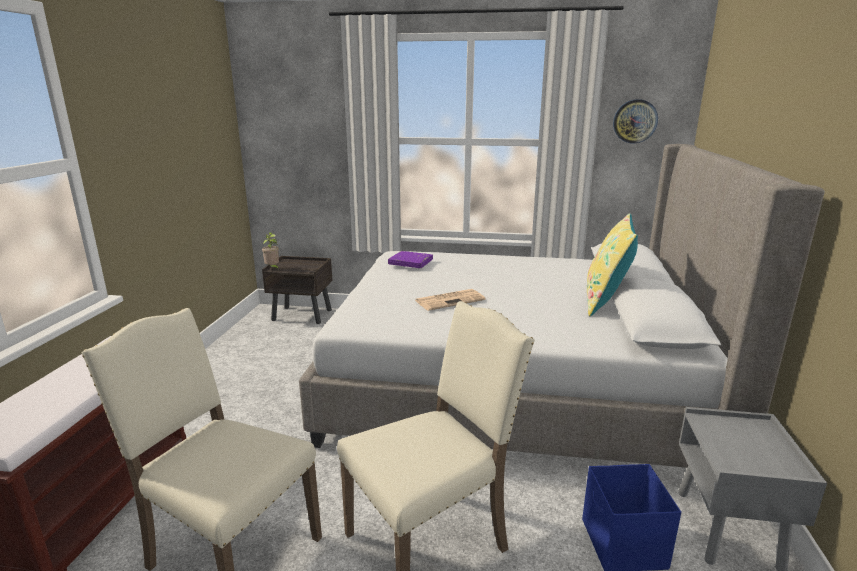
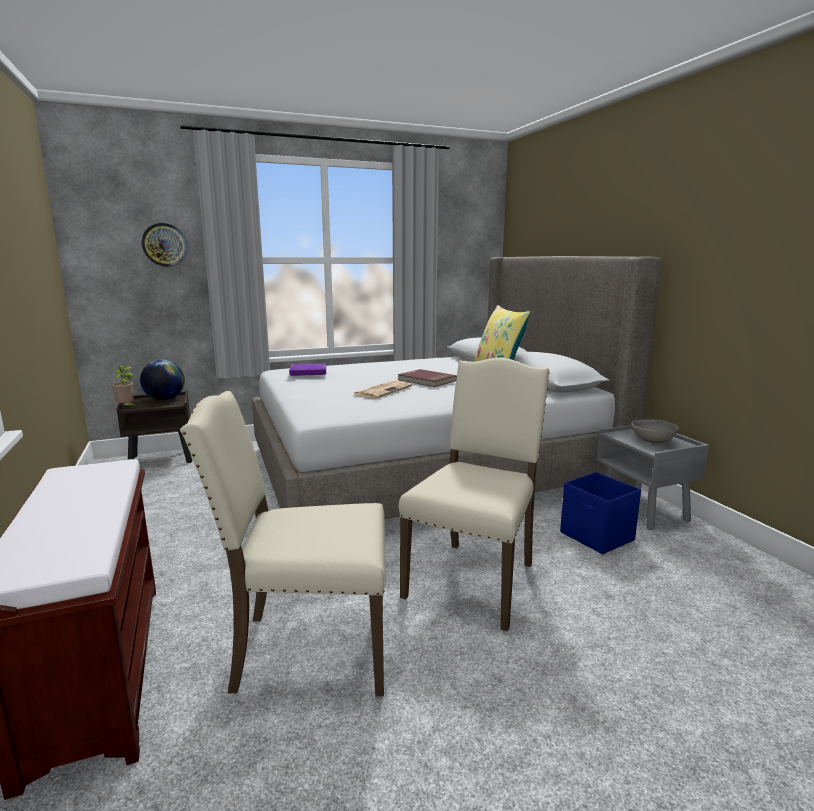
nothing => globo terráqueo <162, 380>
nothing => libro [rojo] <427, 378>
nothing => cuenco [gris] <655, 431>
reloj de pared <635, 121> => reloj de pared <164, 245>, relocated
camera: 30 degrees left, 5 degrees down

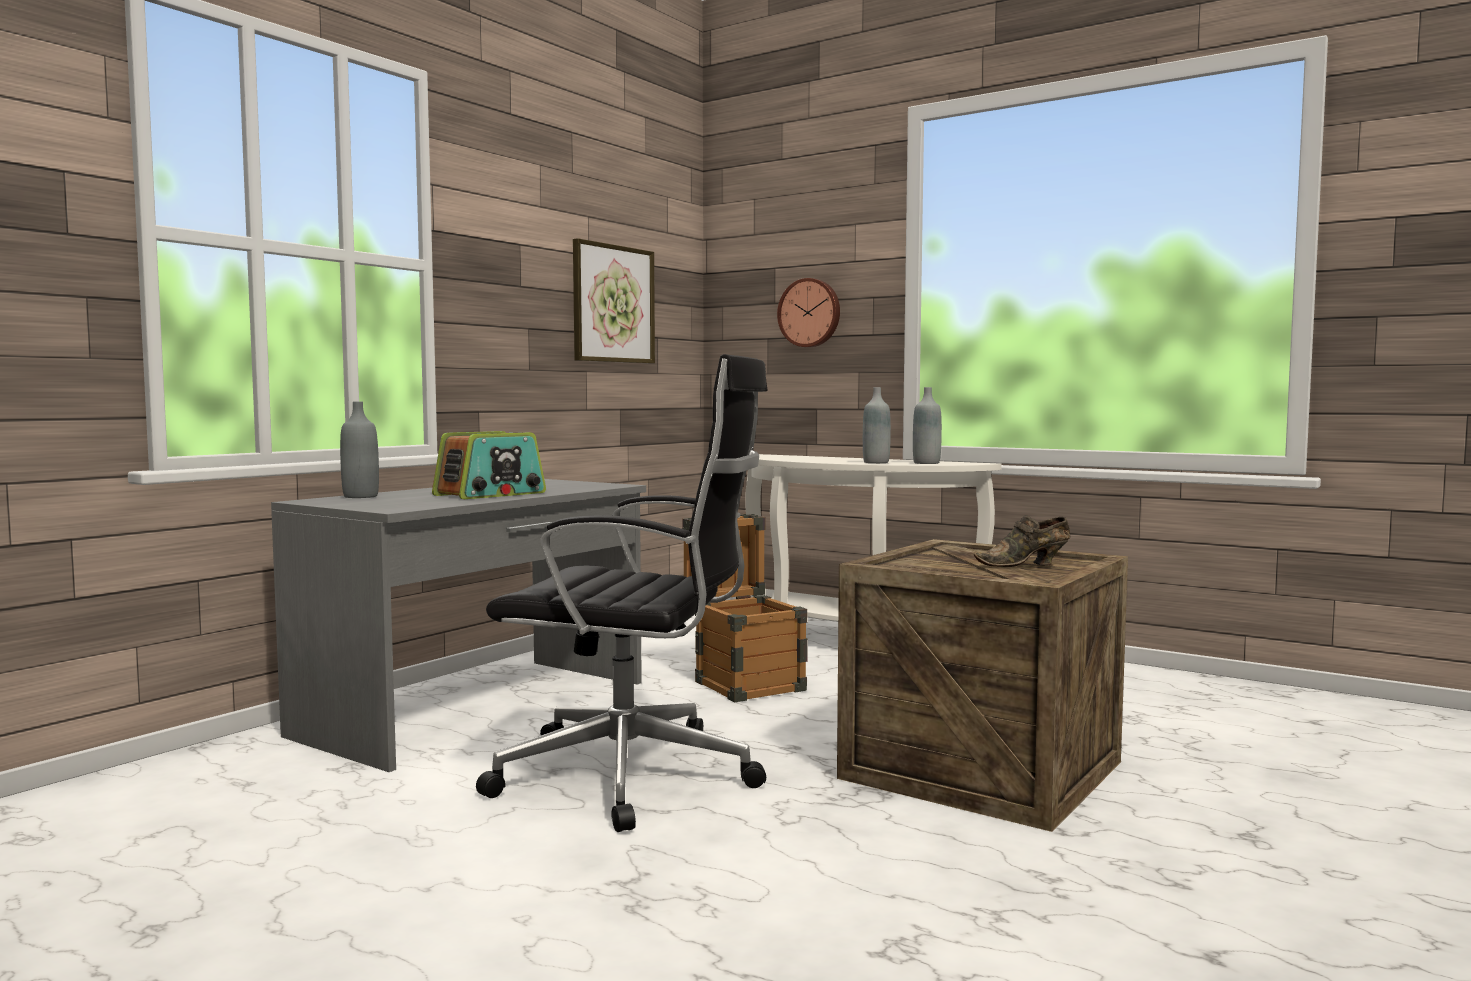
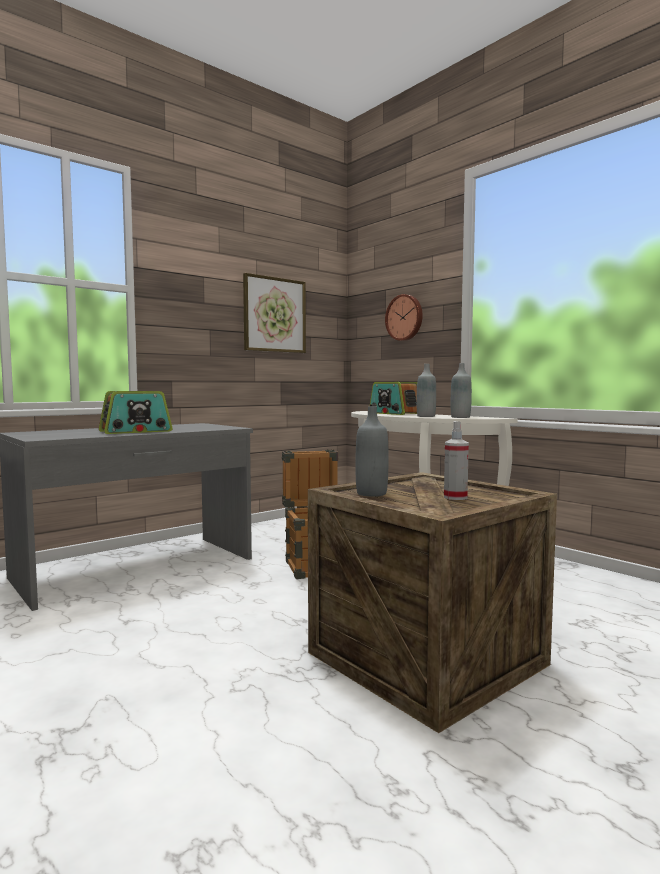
silla de oficina [negro] <621, 593> => nothing
nothing => radio <393, 398>
botella [gris] <359, 449> => botella [gris] <371, 451>, relocated
zapato [marrón] <1022, 541> => pulverizador <456, 460>
camera: 15 degrees right, 0 degrees up

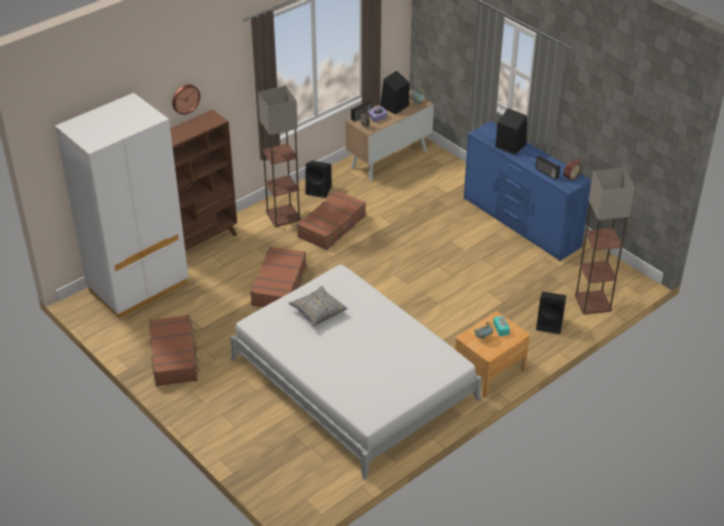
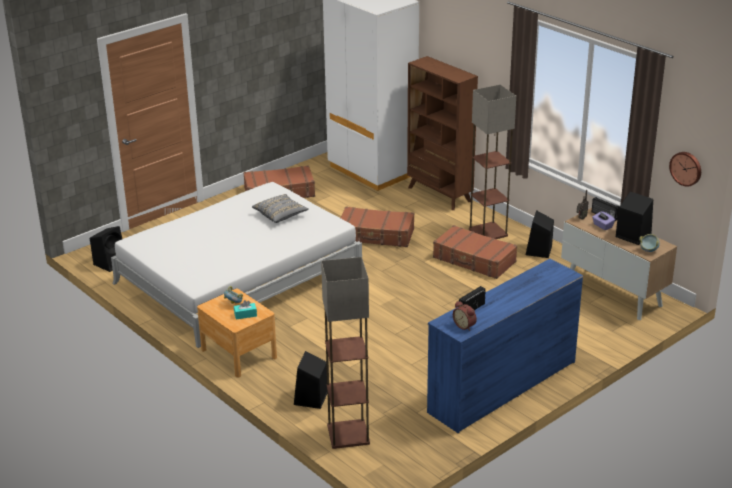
reloj de pared <186, 99> => reloj de pared <685, 169>, relocated
altavoz [negro] <511, 131> => altavoz [negro] <106, 249>, relocated
camera: 90 degrees right, 10 degrees down

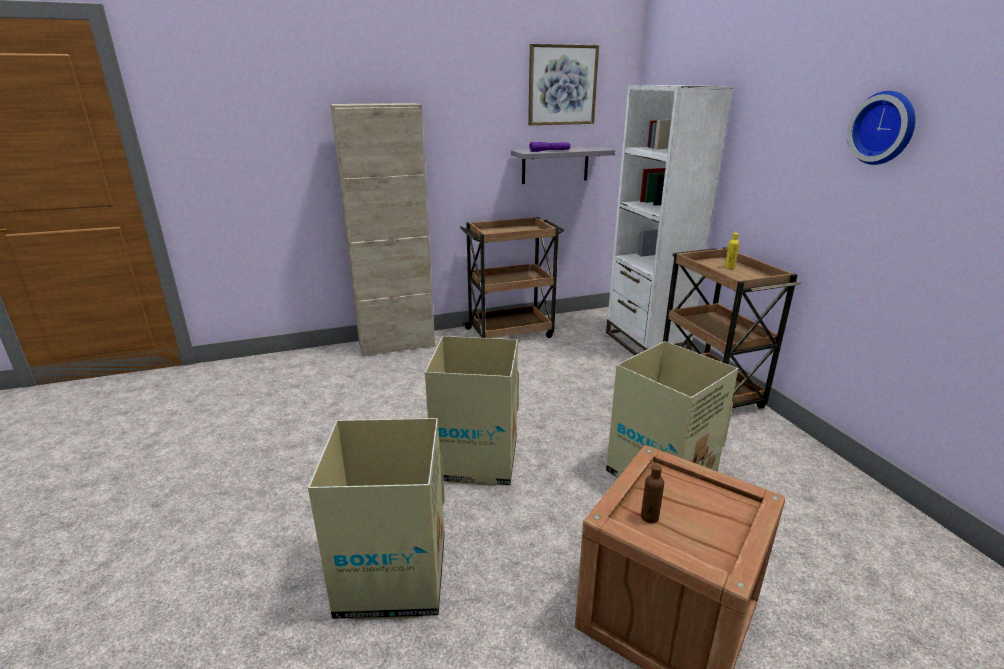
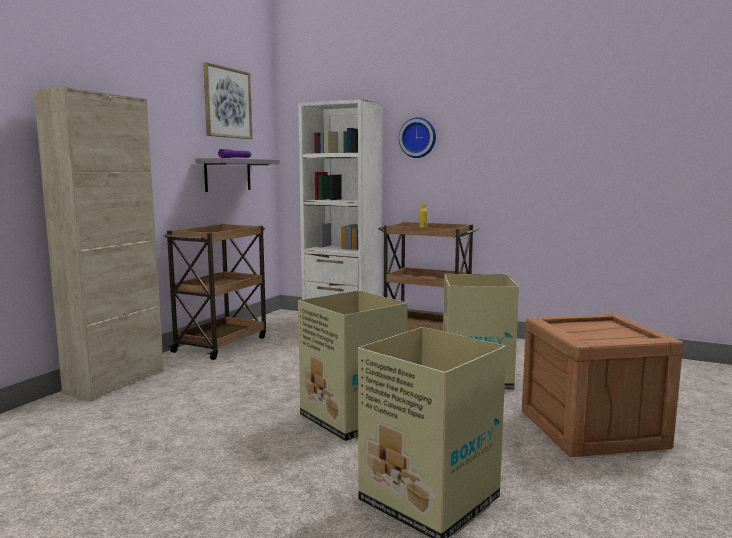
botella [marrón] <652, 494> => nothing
reloj de pared <881, 128> => reloj de pared <417, 137>, relocated
camera: 45 degrees left, 15 degrees down

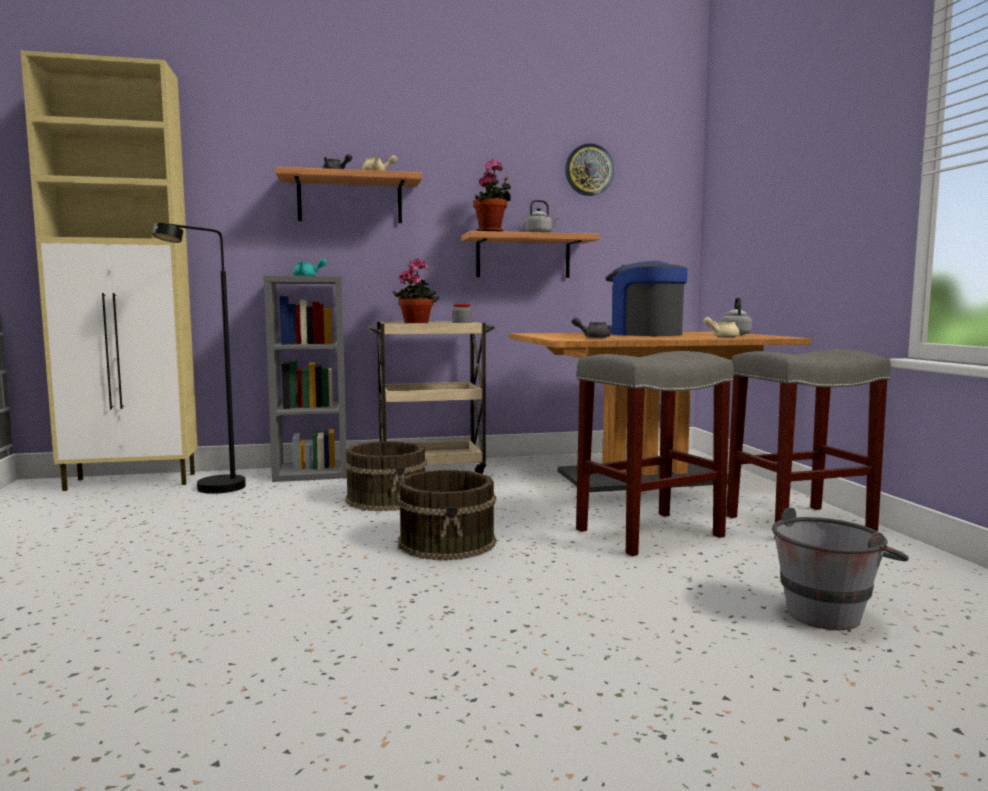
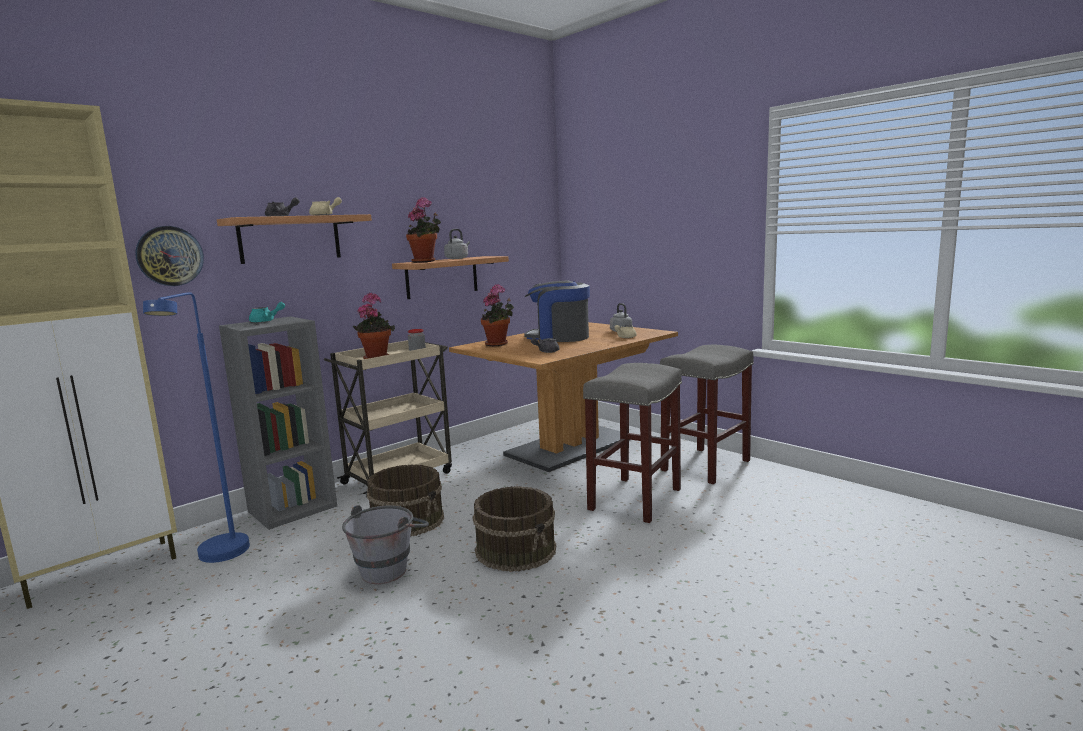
nothing => planta en maceta <497, 315>
reloj de pared <589, 169> => reloj de pared <169, 256>, relocated
cubo [gris] <840, 569> => cubo [gris] <385, 544>, relocated
lámpara de pie [negro] <199, 358> => lámpara de pie [azul] <196, 427>
camera: 30 degrees left, 5 degrees up

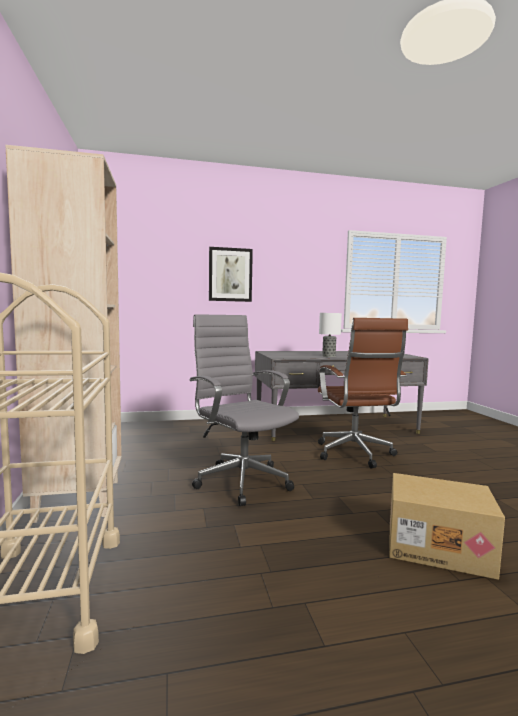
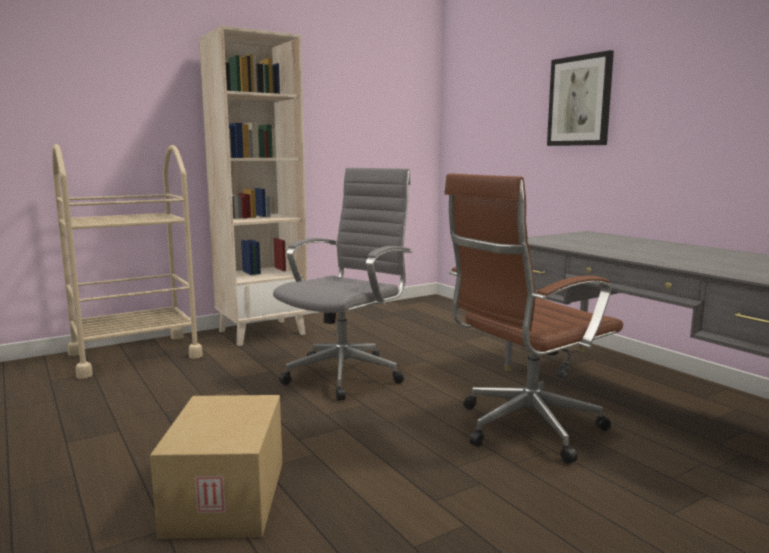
lámpara de mesa <330, 335> => nothing
camera: 70 degrees right, 5 degrees up

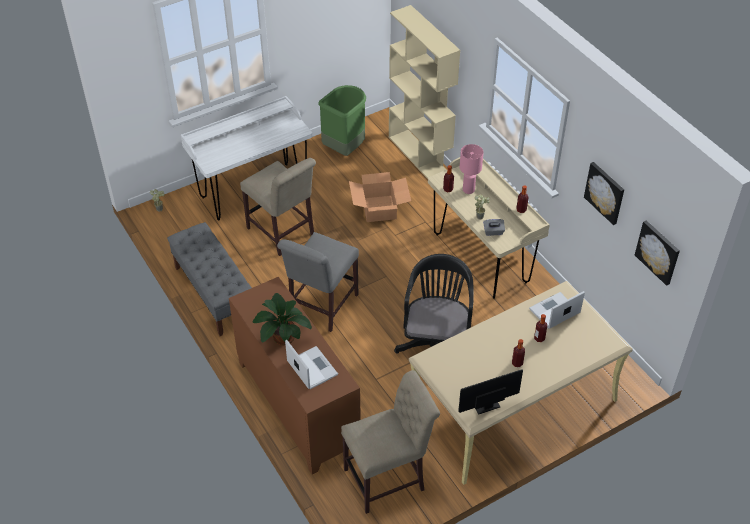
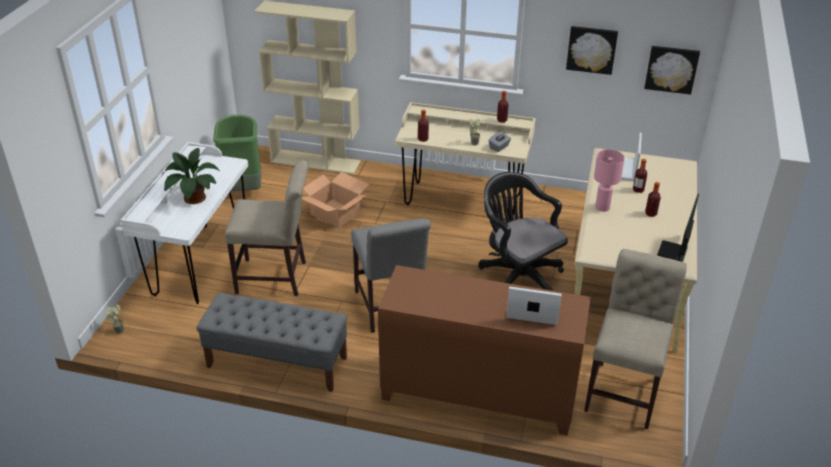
planta en maceta <282, 319> => planta en maceta <191, 176>, relocated
lámpara de mesa [rosa] <472, 169> => lámpara de mesa [rosa] <609, 180>, relocated
camera: 45 degrees left, 10 degrees down

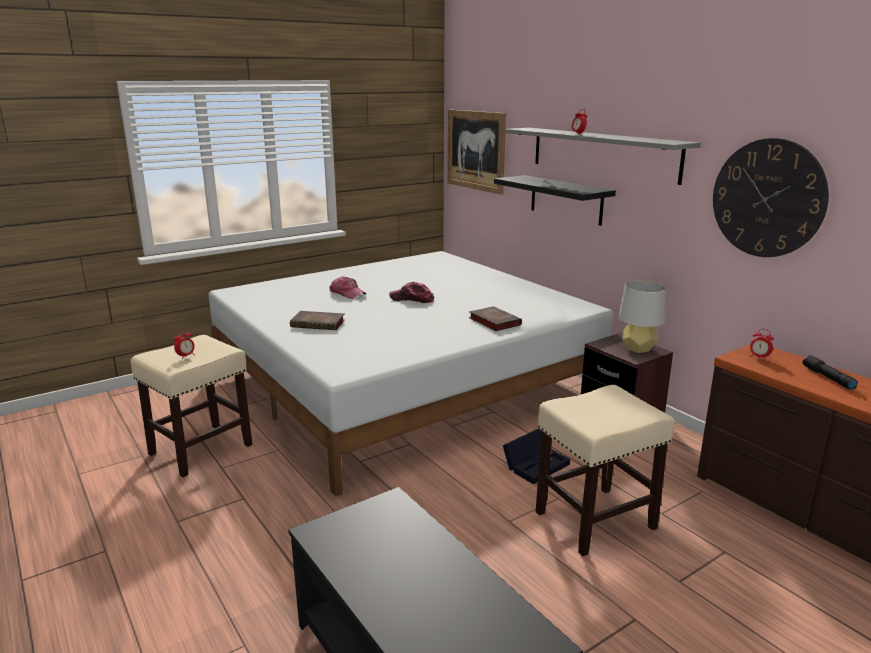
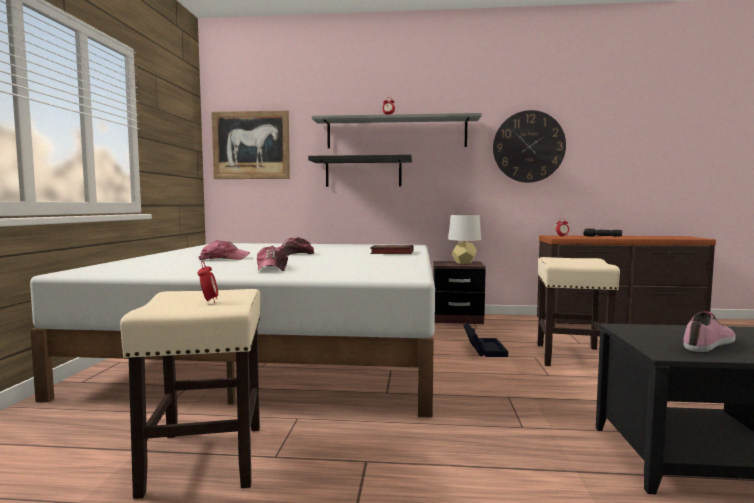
nothing => zapato <709, 331>
libro <317, 320> => gorra <272, 258>
camera: 50 degrees left, 15 degrees down

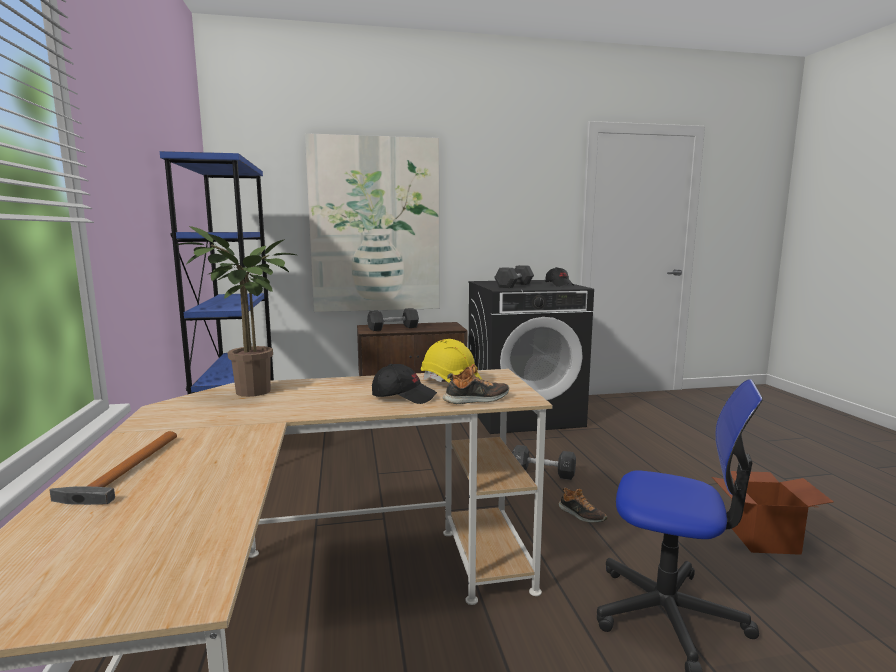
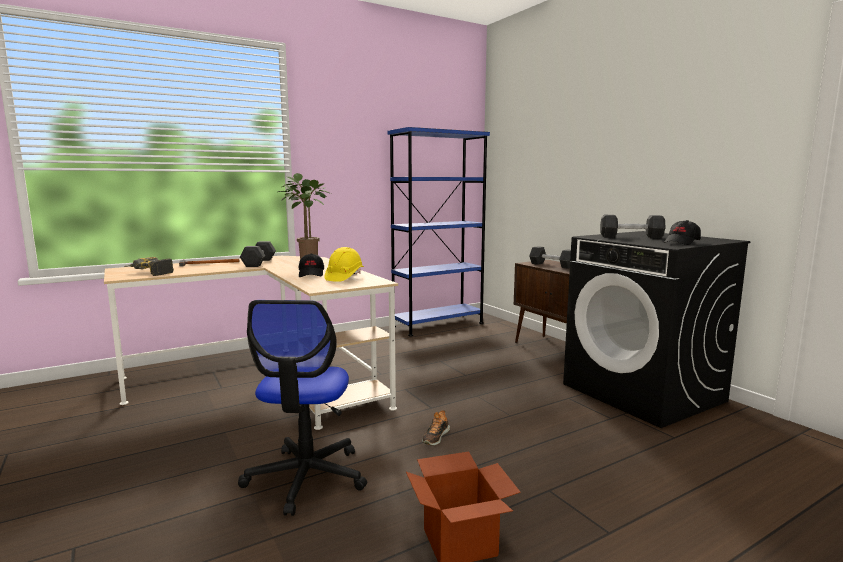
cuadro <372, 222> => nothing
zapato <476, 384> => nothing
nothing => taladro <149, 266>
mancuerna [negro] <544, 462> => mancuerna [negro] <258, 254>, relocated
camera: 70 degrees right, 0 degrees up

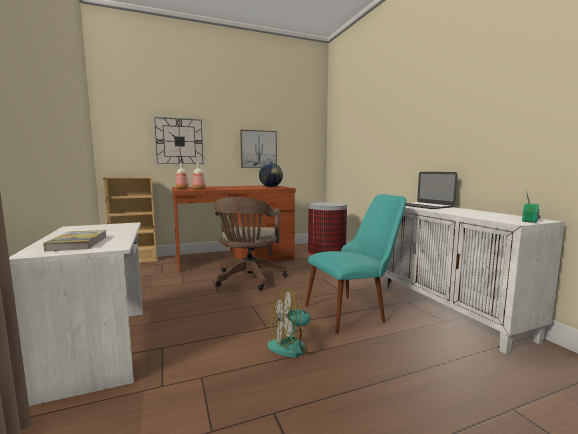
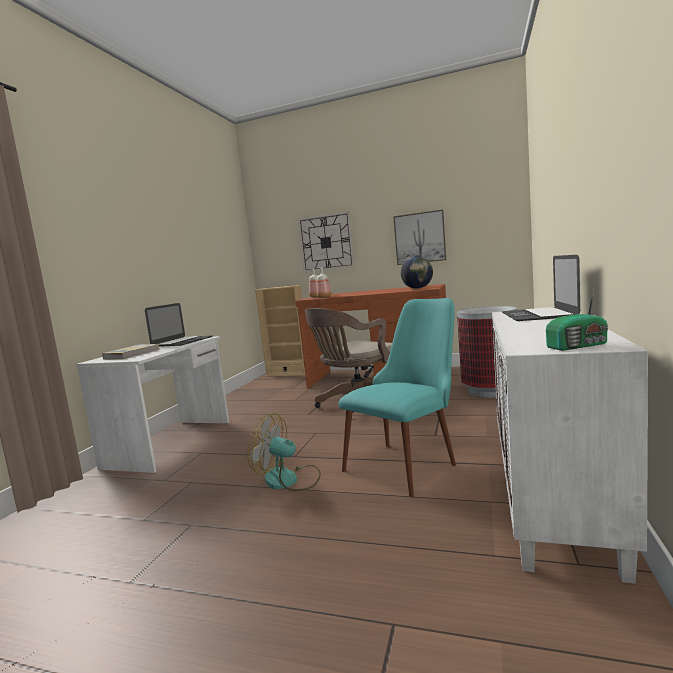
nothing => portátil <178, 325>
silla [turquesa] <355, 264> => silla [turquesa] <397, 397>, 60 degrees counterclockwise
camera: 40 degrees right, 0 degrees up

